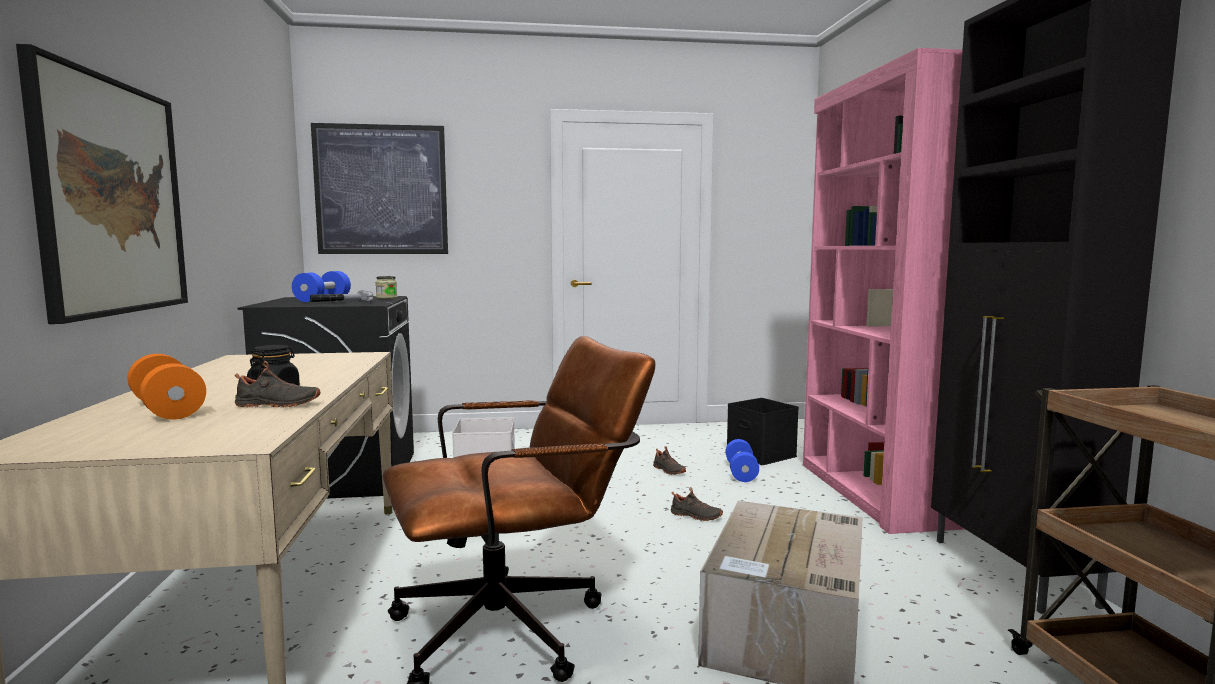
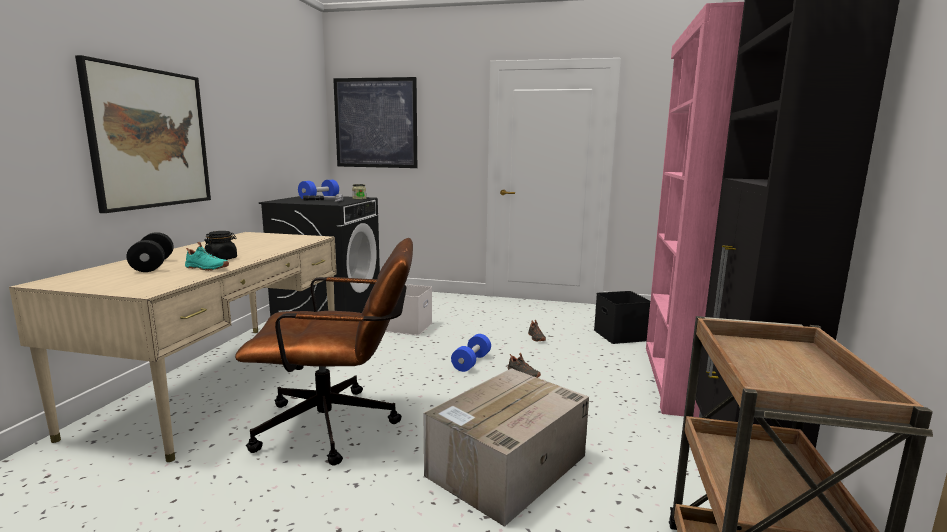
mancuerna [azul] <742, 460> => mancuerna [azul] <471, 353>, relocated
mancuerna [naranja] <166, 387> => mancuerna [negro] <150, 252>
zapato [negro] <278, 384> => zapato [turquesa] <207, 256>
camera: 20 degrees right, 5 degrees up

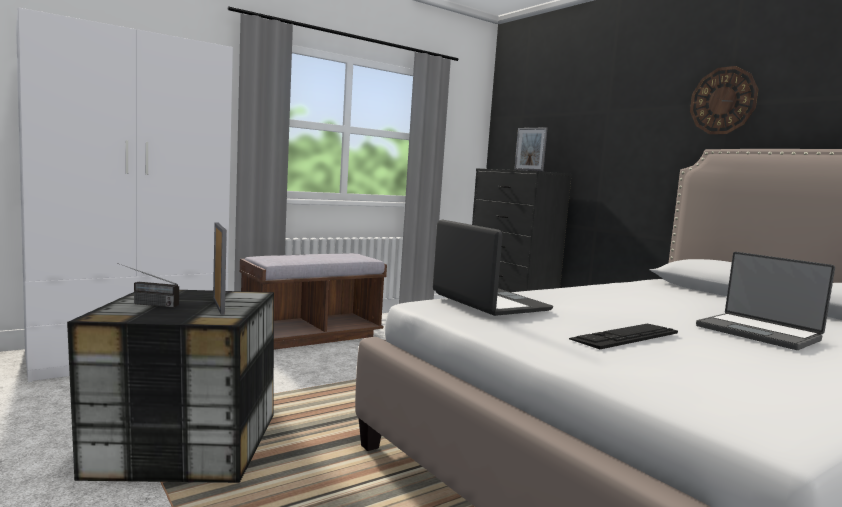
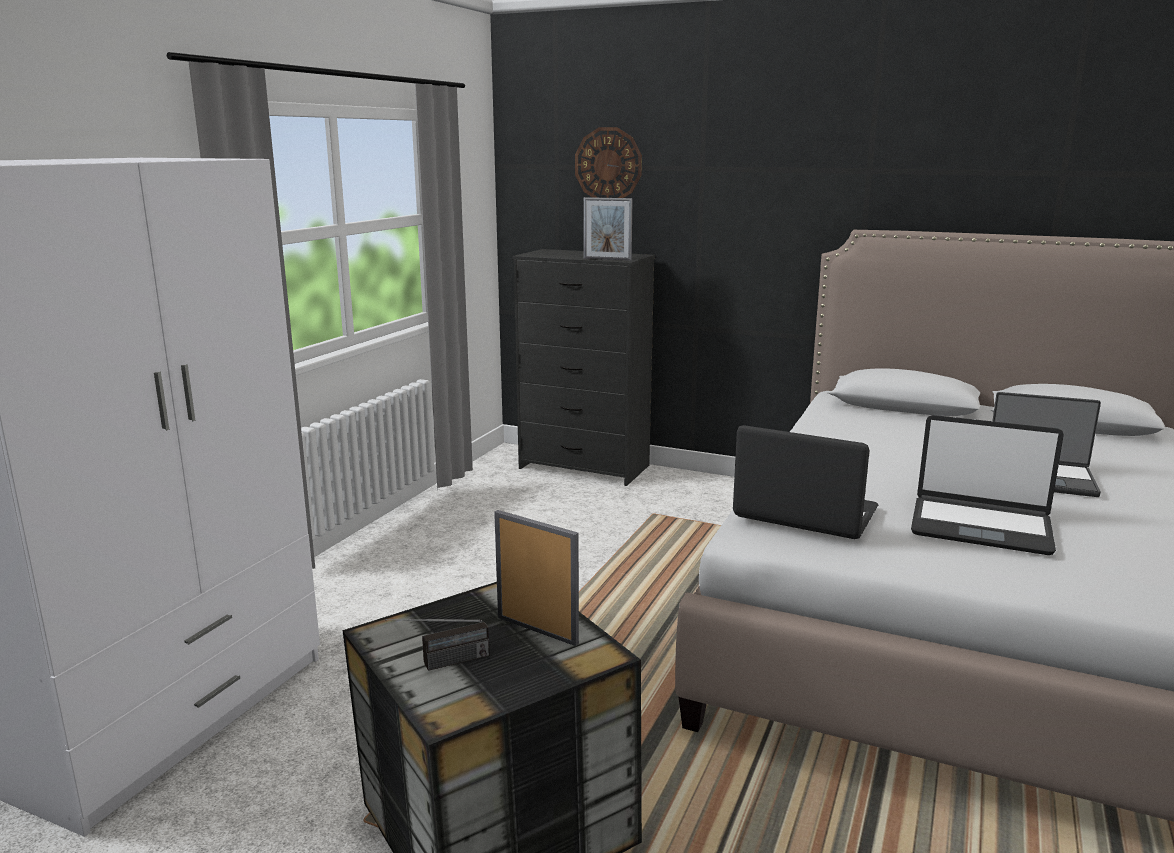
banco [marrón] <313, 301> => nothing
reloj de pared <724, 100> => reloj de pared <608, 162>, relocated
teclado <623, 336> => portátil <987, 485>
camera: 30 degrees left, 10 degrees up

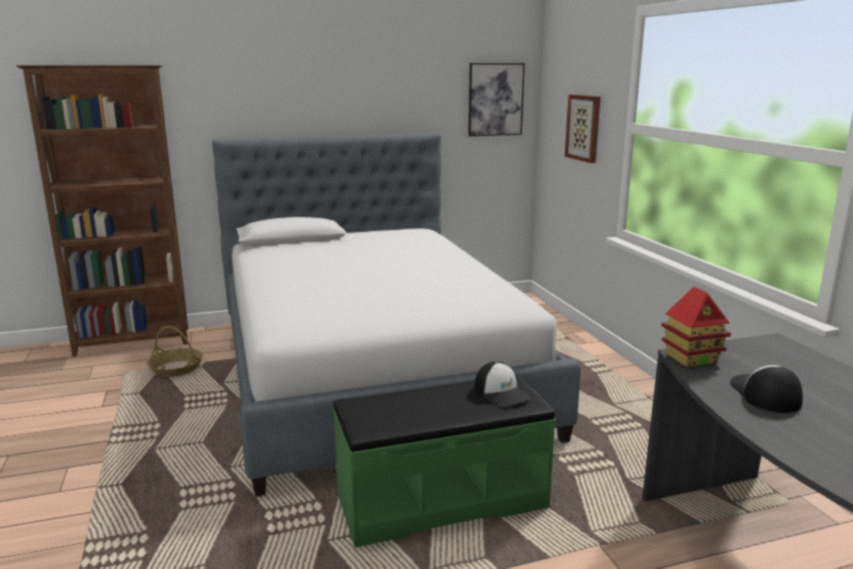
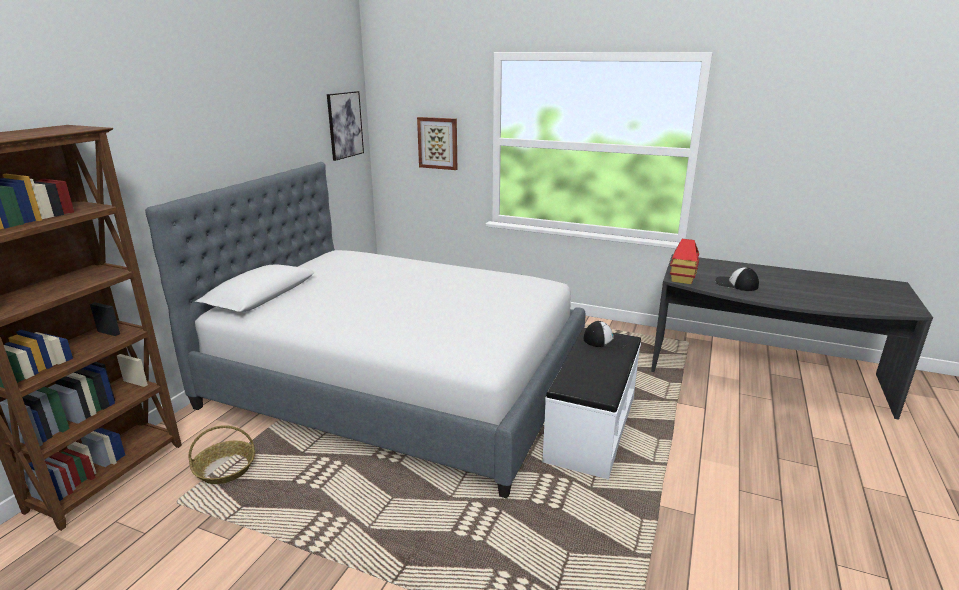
banco [verde] <444, 461> => banco [blanco] <591, 403>
camera: 50 degrees left, 5 degrees up

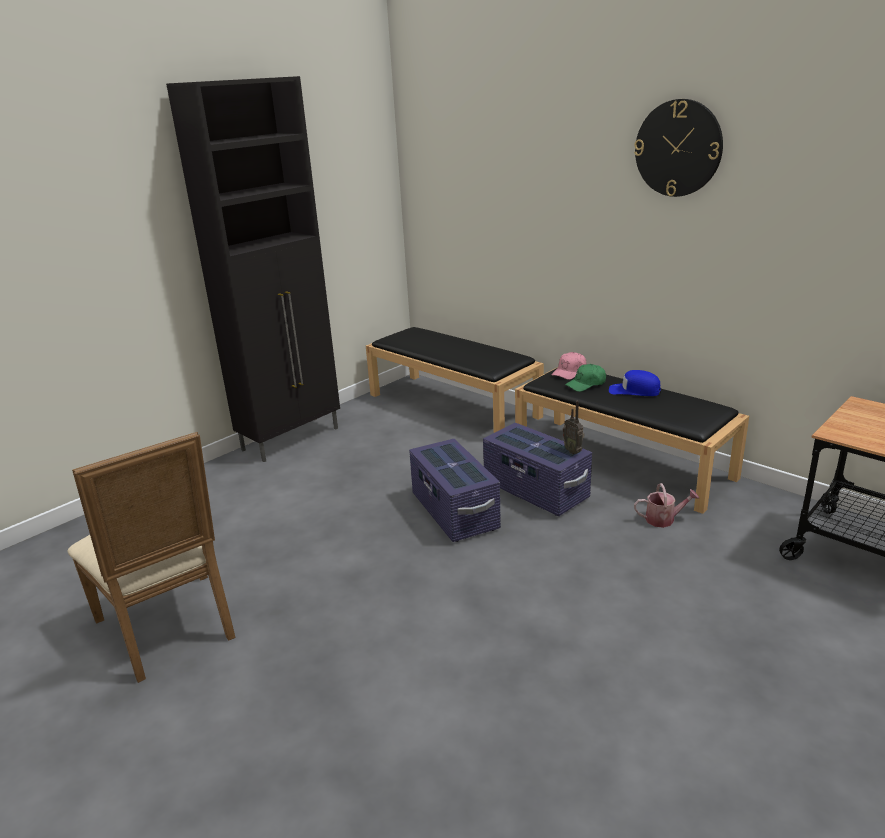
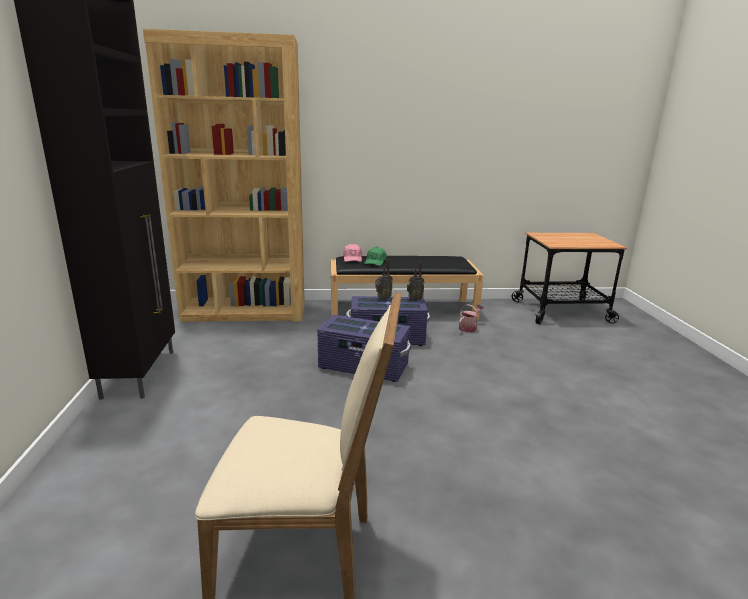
gorra [azul] <635, 383> => nothing
reloj de pared <678, 148> => nothing
nothing => radio <384, 279>
banco [negro] <455, 380> => estantería [marrón] <224, 175>
camera: 50 degrees left, 5 degrees down

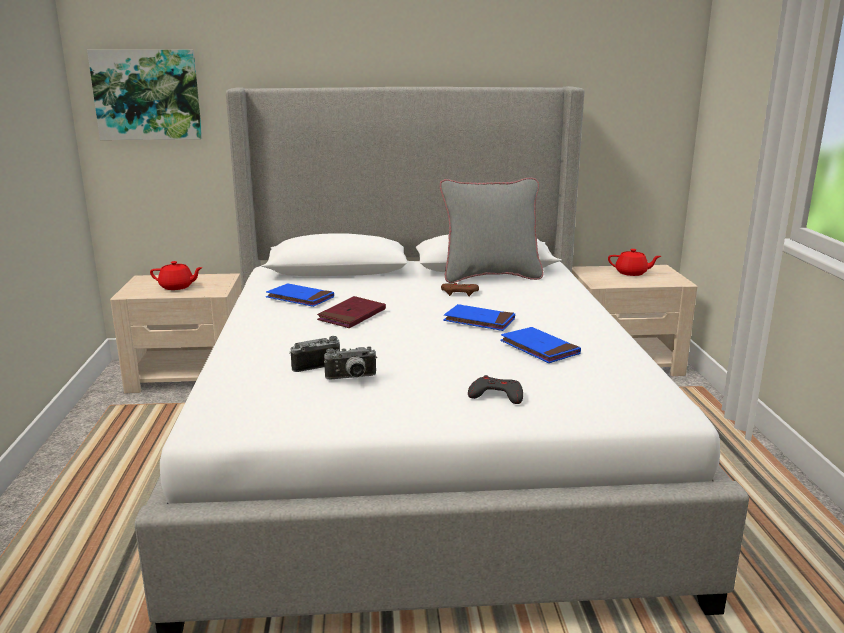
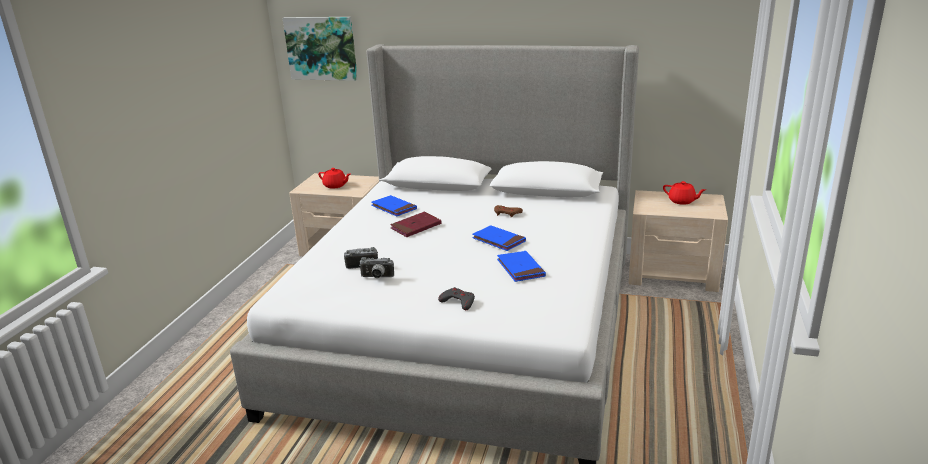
cojín [gris] <492, 230> => nothing
camera: 20 degrees right, 5 degrees up

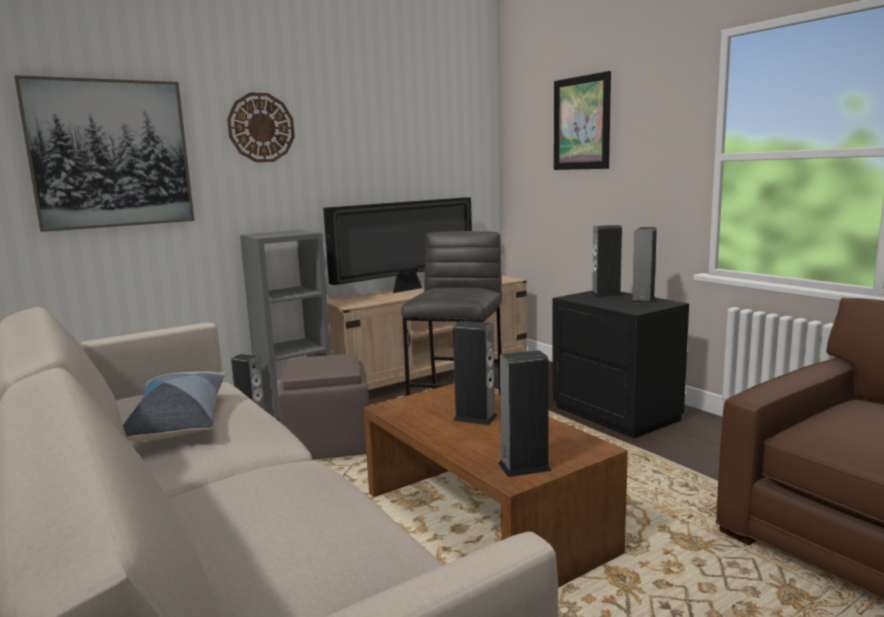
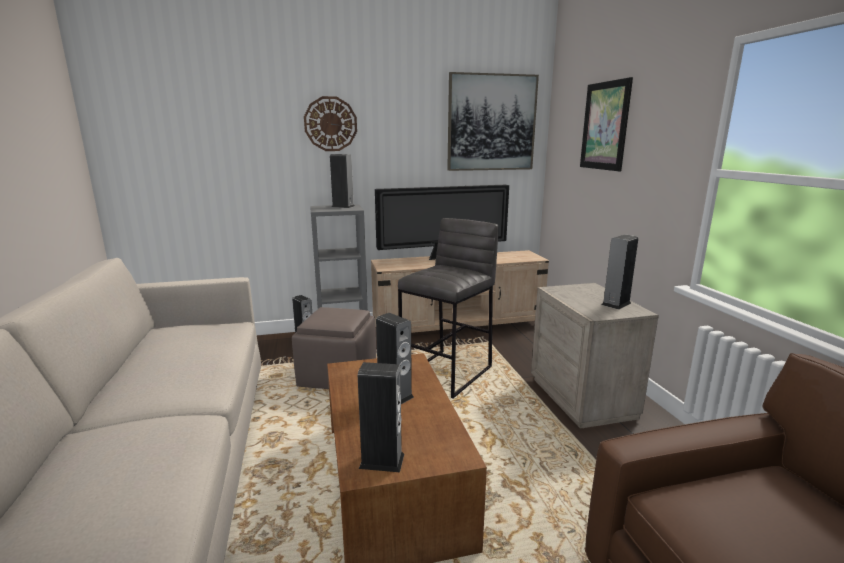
cojín <174, 406> => nothing
cuadro <104, 153> => cuadro <493, 121>, relocated
altavoz <606, 261> => altavoz <342, 181>, relocated
mesita de noche [negro] <620, 364> => mesita de noche [beis] <595, 356>
camera: 20 degrees right, 5 degrees up

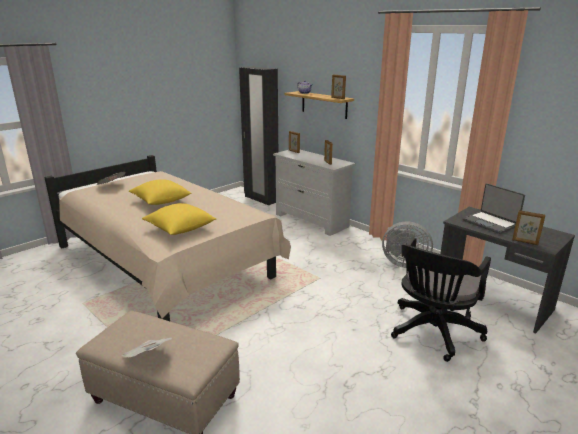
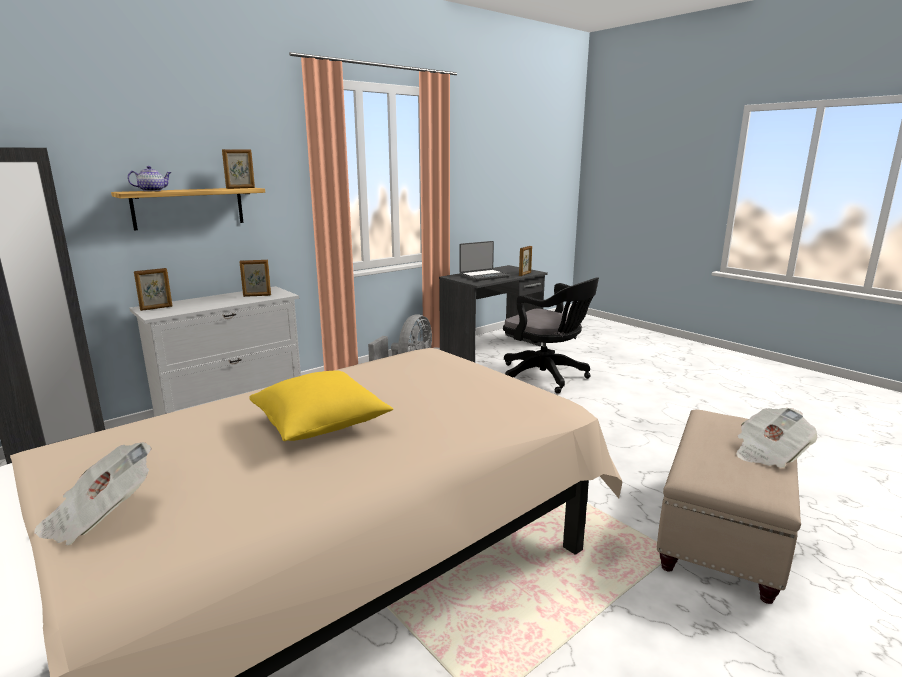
cojín [amarillo] <179, 219> => nothing
camera: 85 degrees left, 5 degrees down

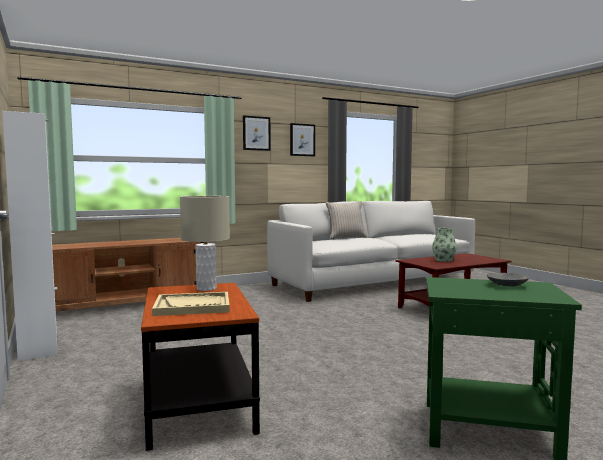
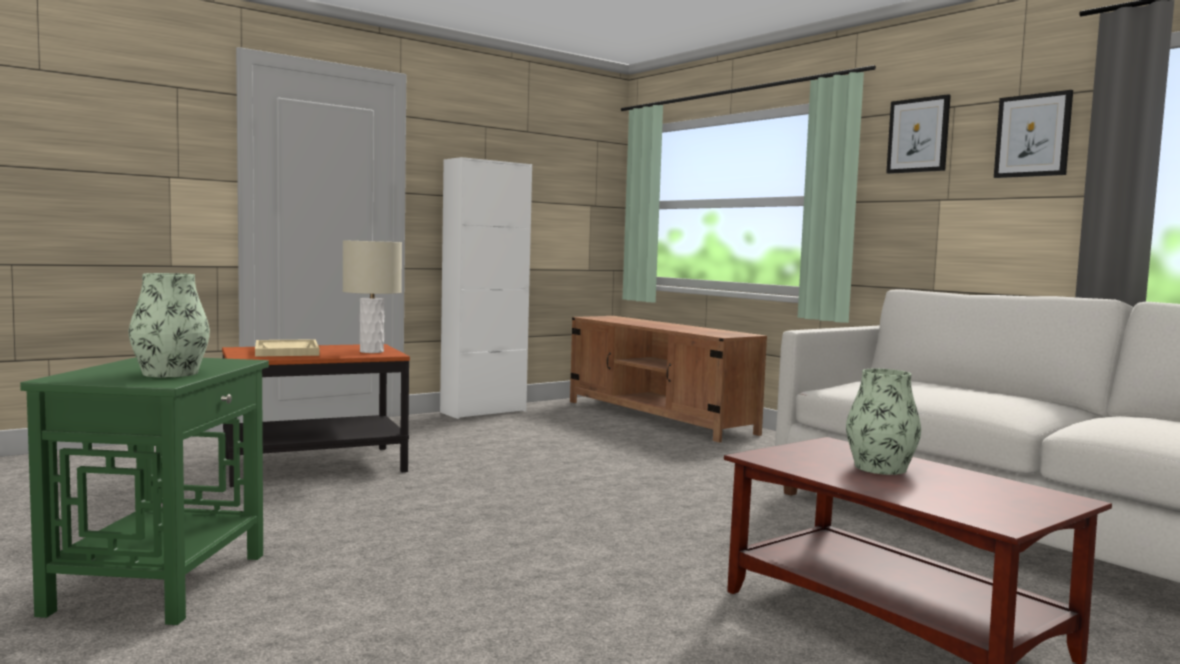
cojín [beis] <346, 220> => nothing
cuenco [gris] <507, 280> => florero <169, 325>
camera: 80 degrees right, 0 degrees up

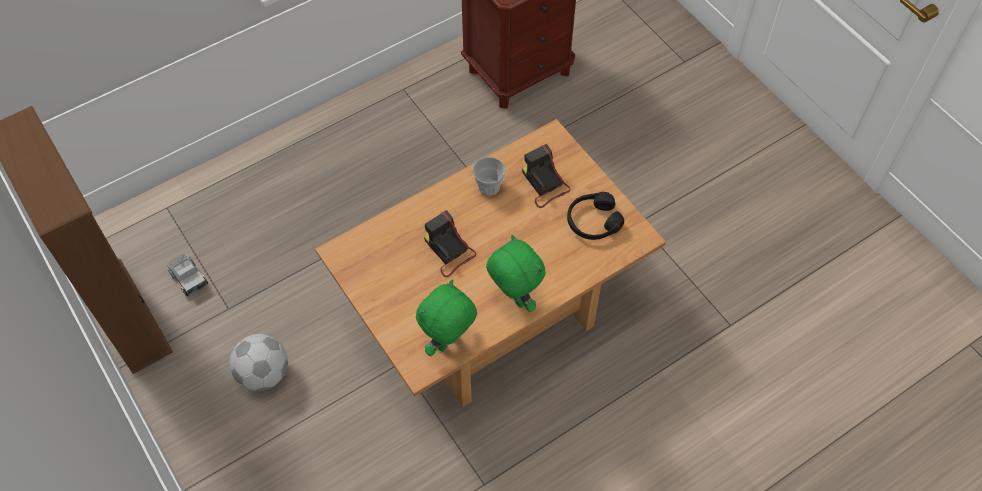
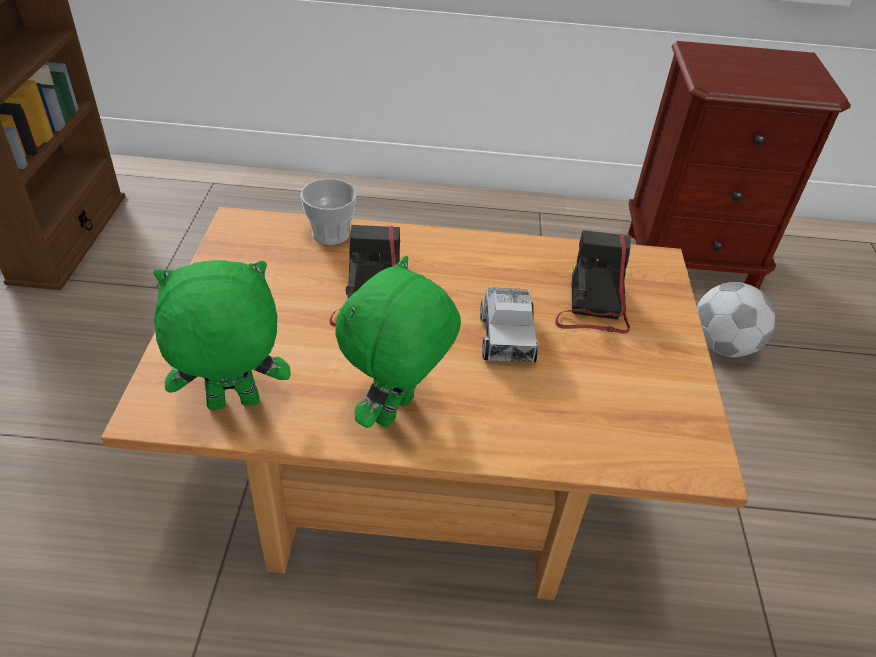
auriculares [negro] <595, 216> => nothing
camión de juguete <187, 275> => camión de juguete <509, 325>, relocated
balón de fútbol <258, 362> => balón de fútbol <736, 320>, relocated
taza <489, 176> => taza <328, 212>, relocated
peluche [verde] <516, 273> => peluche [verde] <398, 341>, 150 degrees counterclockwise
camera: 35 degrees right, 15 degrees down

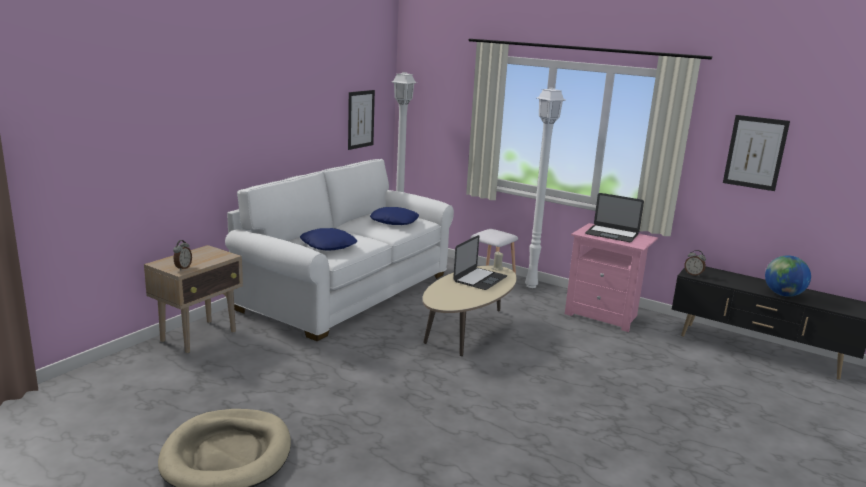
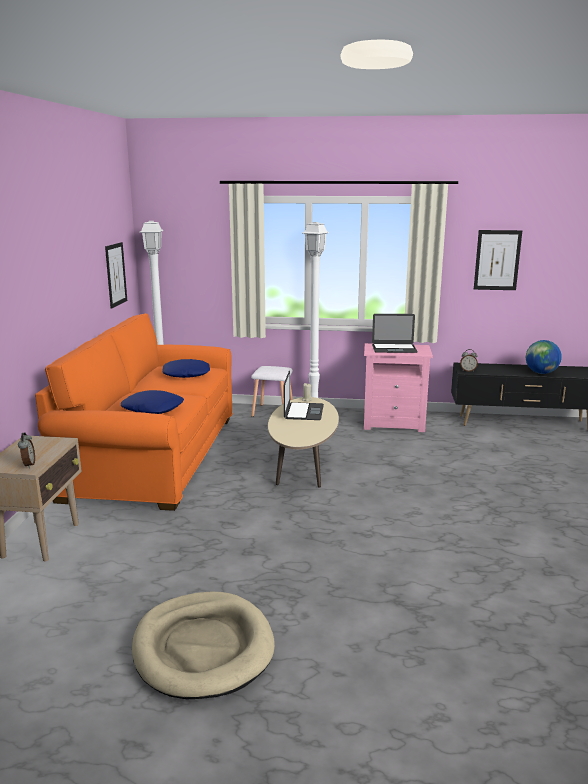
sofá [blanco] <339, 250> => sofá [naranja] <134, 412>
camera: 25 degrees left, 0 degrees up

